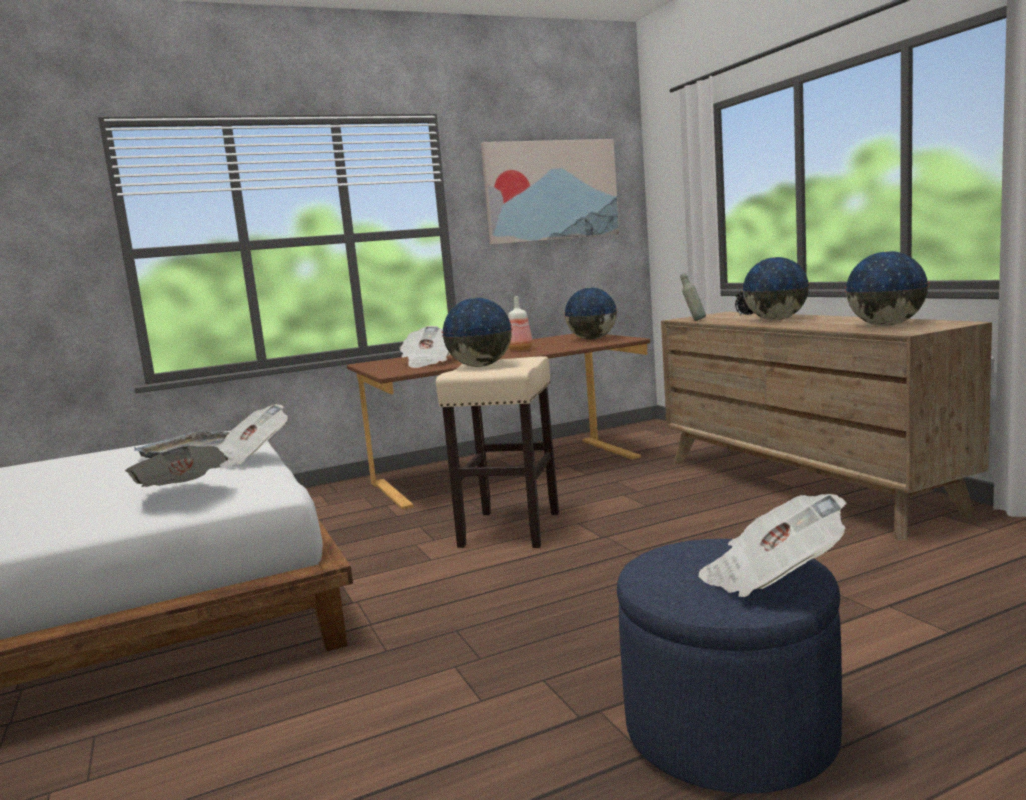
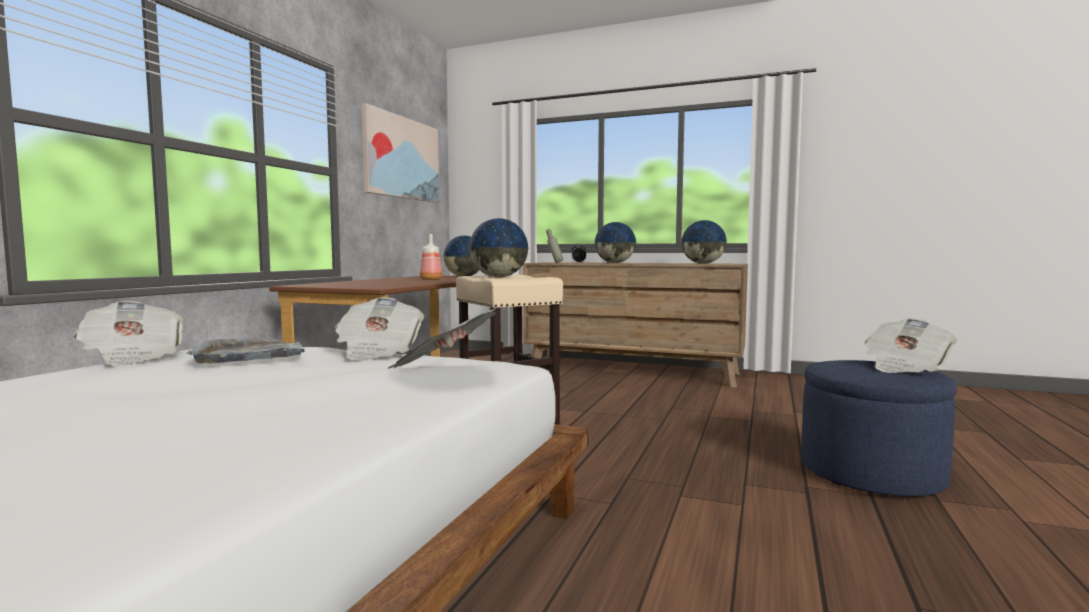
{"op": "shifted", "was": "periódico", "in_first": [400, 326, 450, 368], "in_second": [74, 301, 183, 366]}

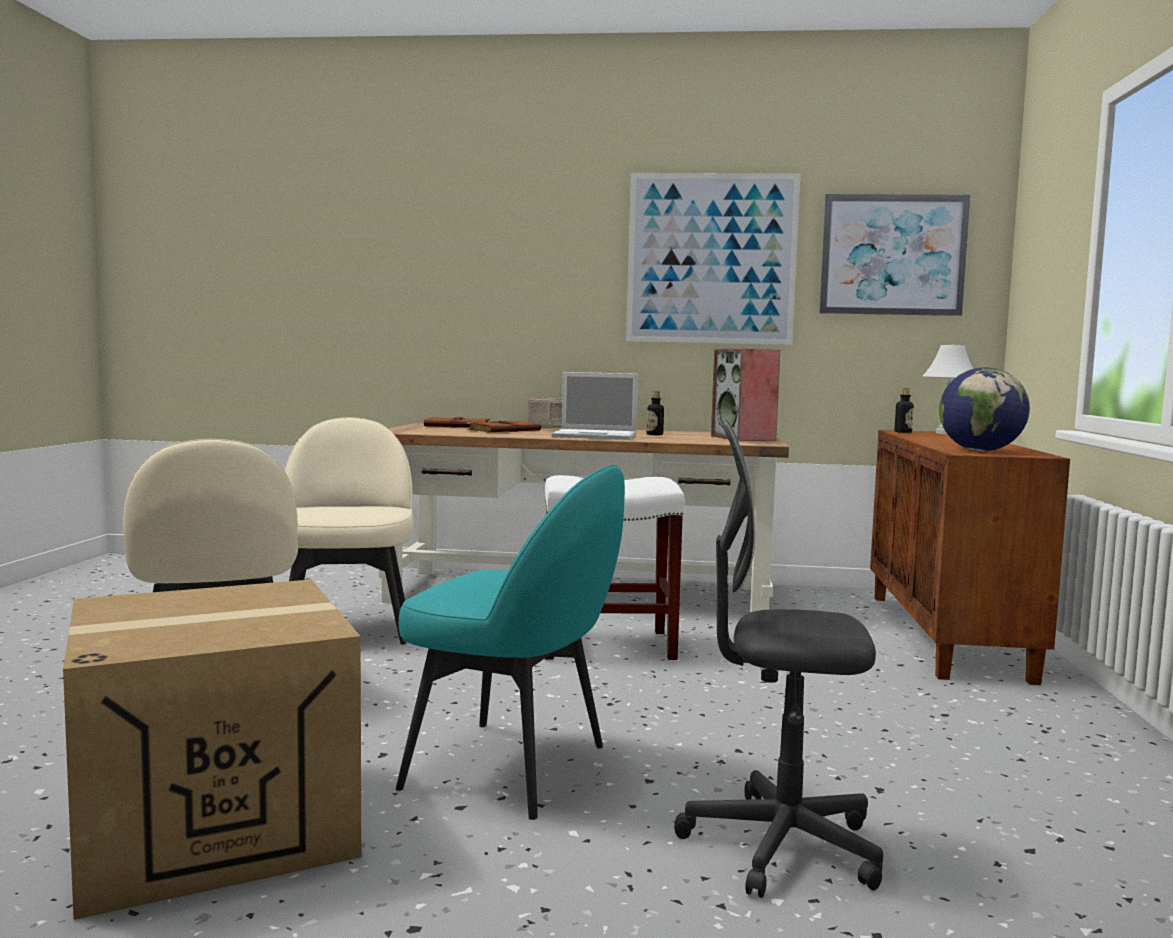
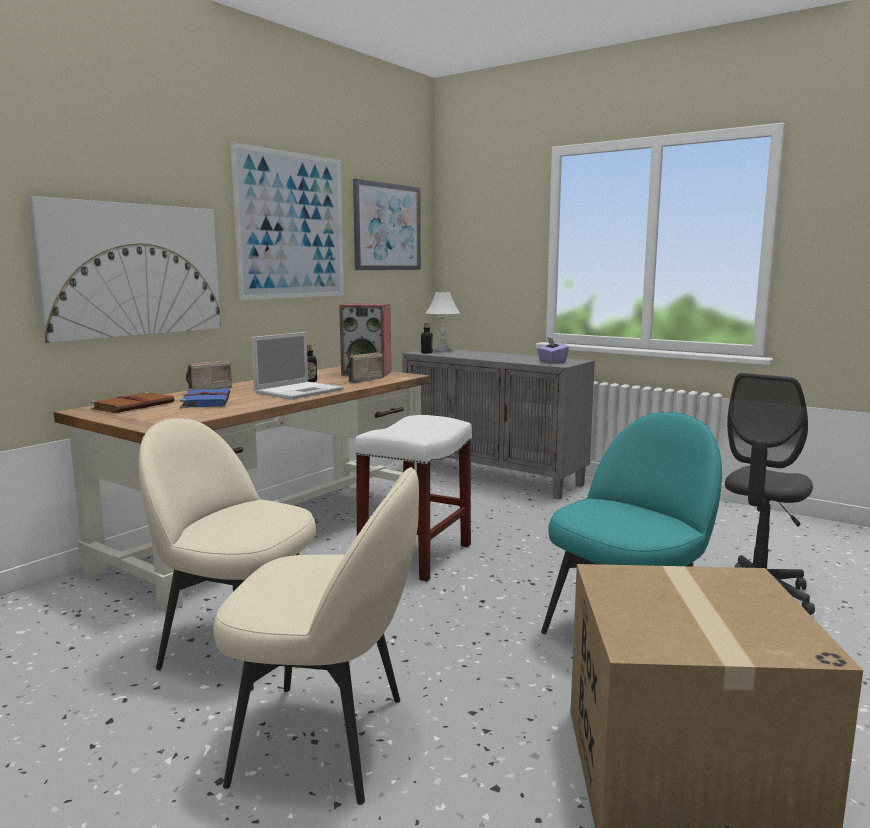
{"op": "repainted", "was": "libro/marrón", "now": "libro/azul", "in_first": [467, 421, 541, 432], "in_second": [180, 389, 230, 408]}
{"op": "repainted", "was": "armario/marrón", "now": "armario/gris", "in_first": [870, 430, 1070, 685], "in_second": [402, 348, 595, 499]}
{"op": "swapped", "was": "globo terráqueo", "now": "caja de pañuelos/morado", "in_first": [939, 367, 1030, 451], "in_second": [537, 337, 569, 364]}
{"op": "new", "now": "cuadro", "in_second": [28, 196, 221, 343]}
{"op": "new", "now": "radio", "in_second": [346, 353, 383, 383]}

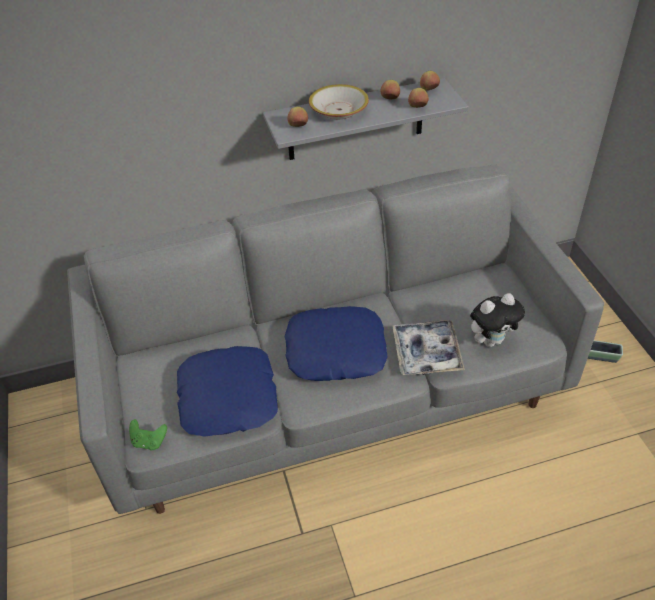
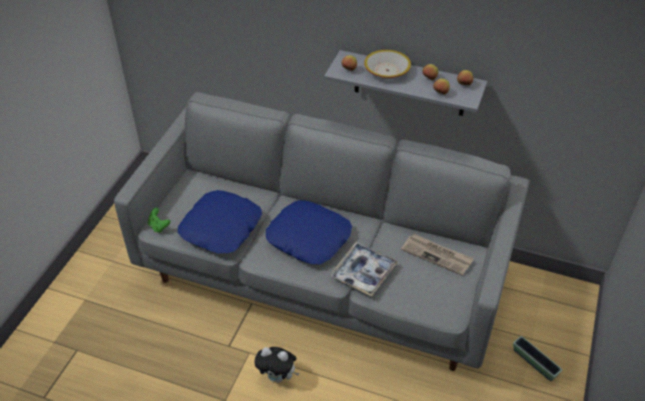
{"op": "shifted", "was": "peluche", "in_first": [470, 293, 525, 347], "in_second": [254, 347, 300, 383]}
{"op": "new", "now": "periódico", "in_second": [401, 234, 474, 276]}

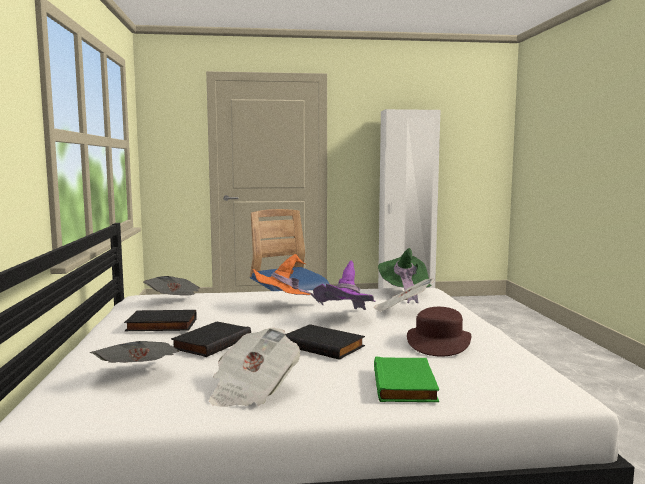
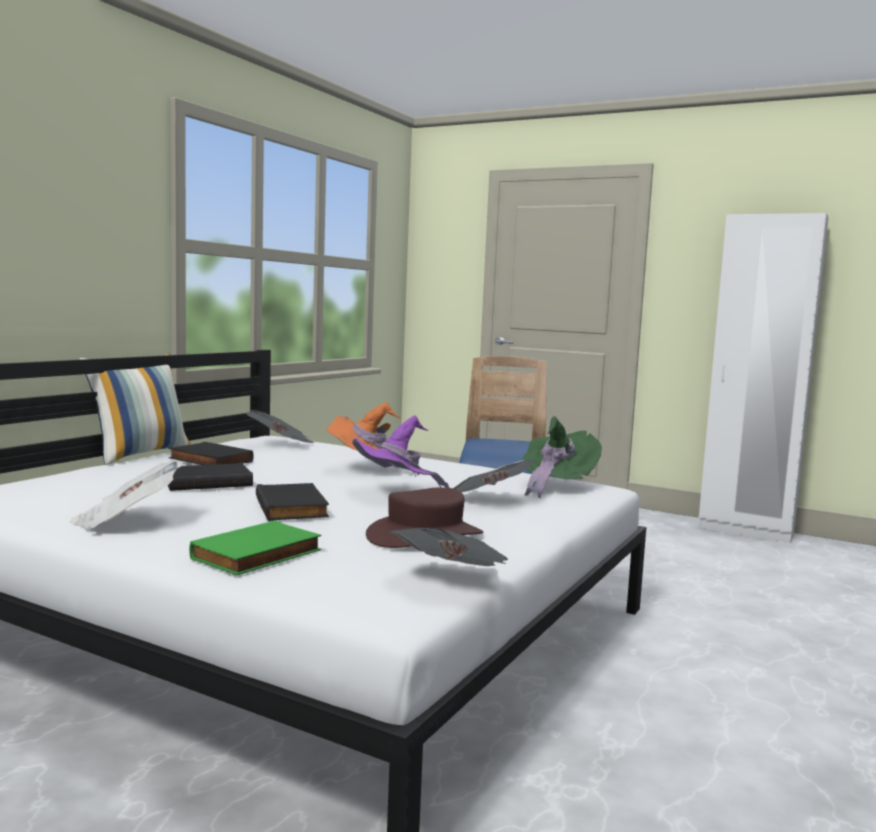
{"op": "shifted", "was": "periódico", "in_first": [90, 341, 179, 363], "in_second": [390, 528, 508, 566]}
{"op": "new", "now": "cojín", "in_second": [79, 354, 191, 465]}

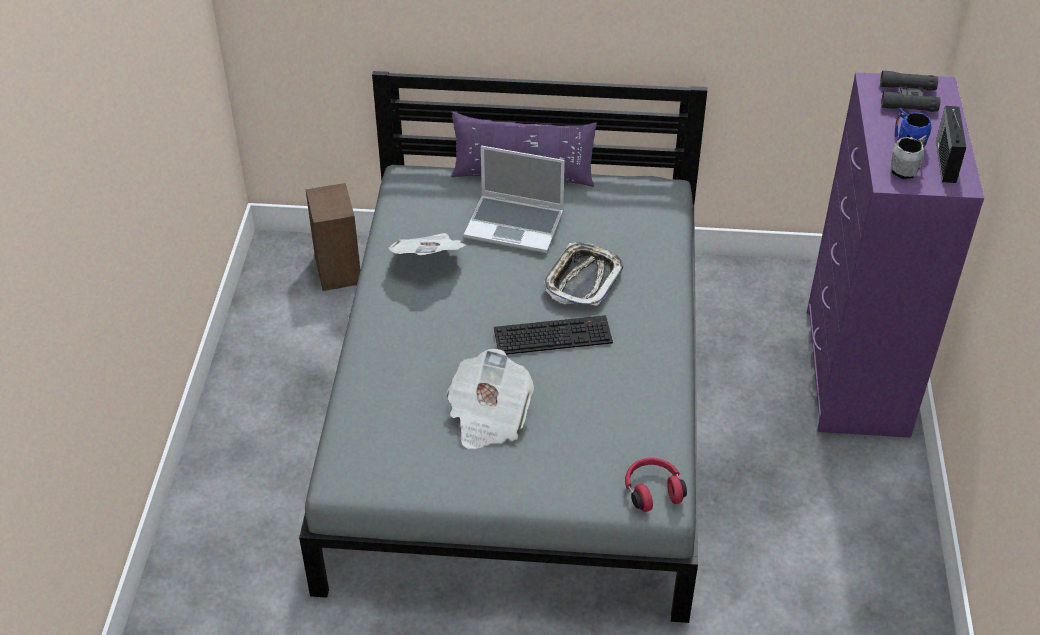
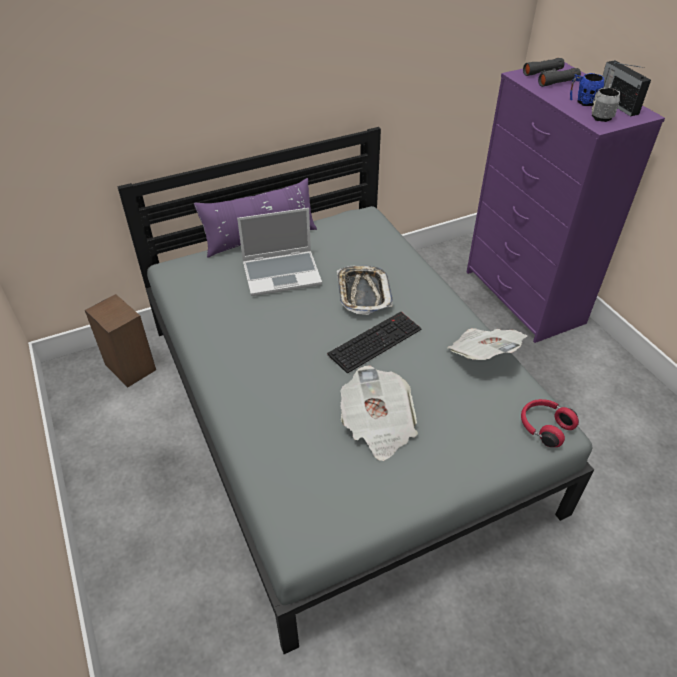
{"op": "shifted", "was": "periódico", "in_first": [389, 233, 467, 255], "in_second": [447, 328, 527, 360]}

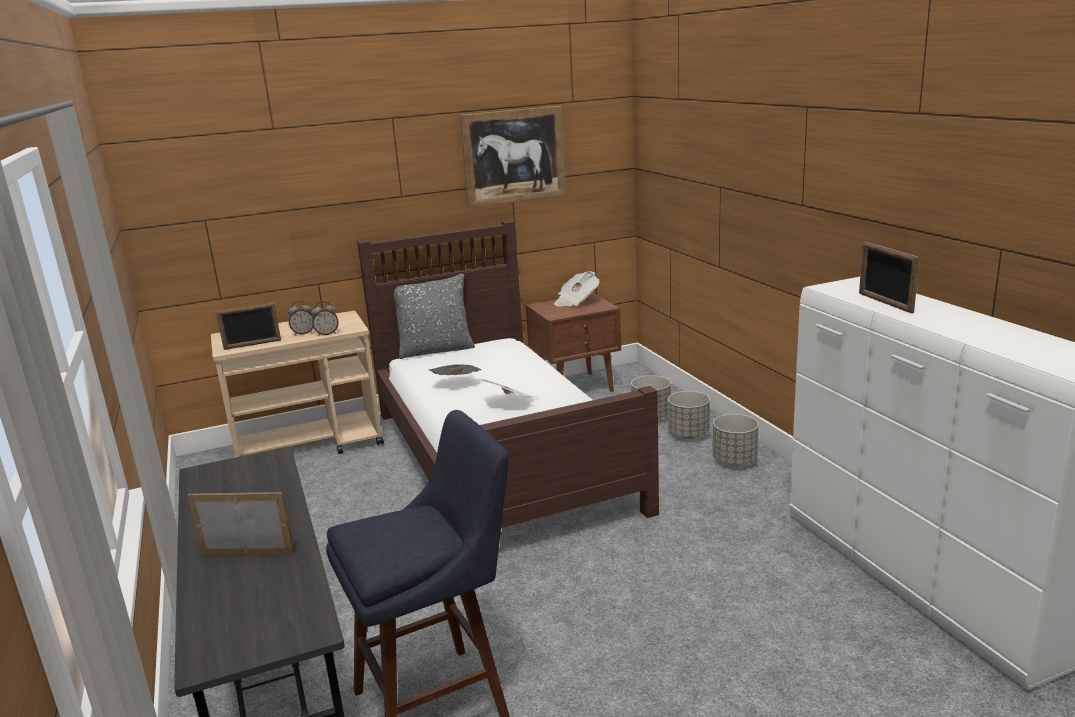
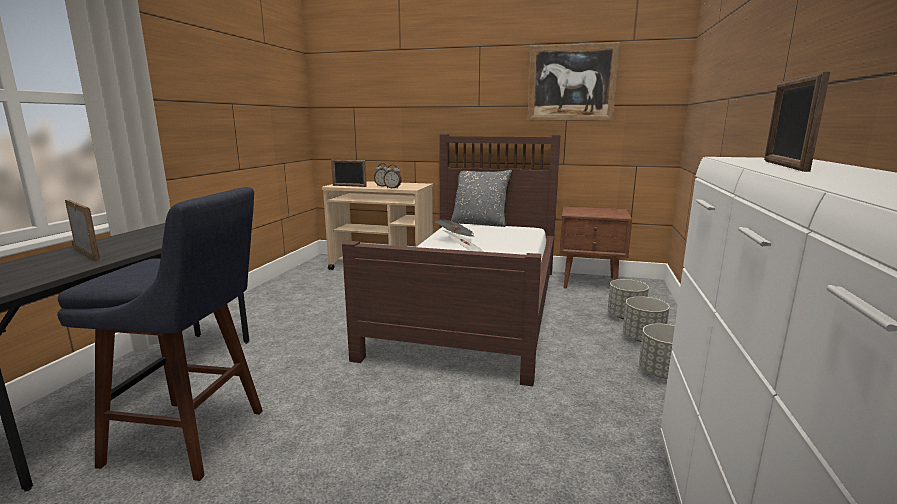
{"op": "gone", "was": "periódico", "in_first": [554, 271, 600, 306]}

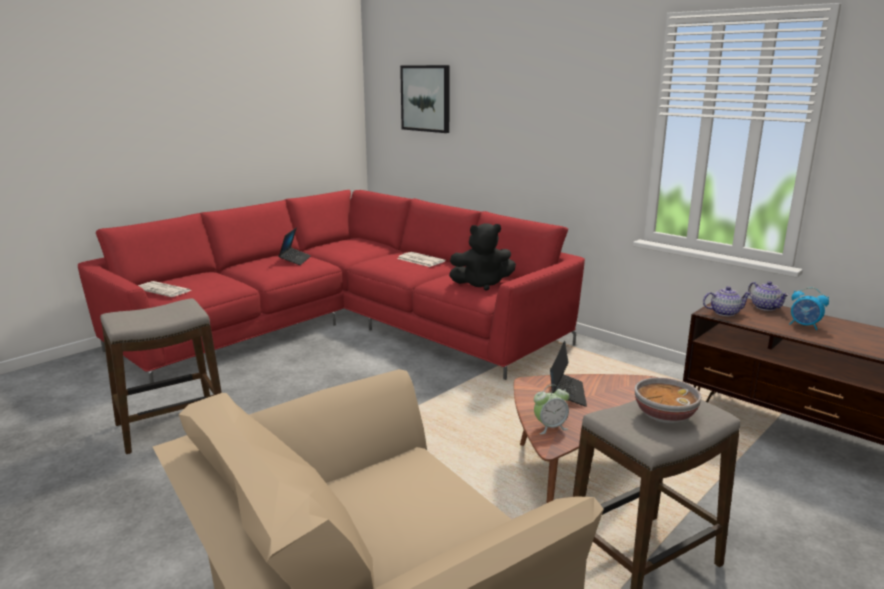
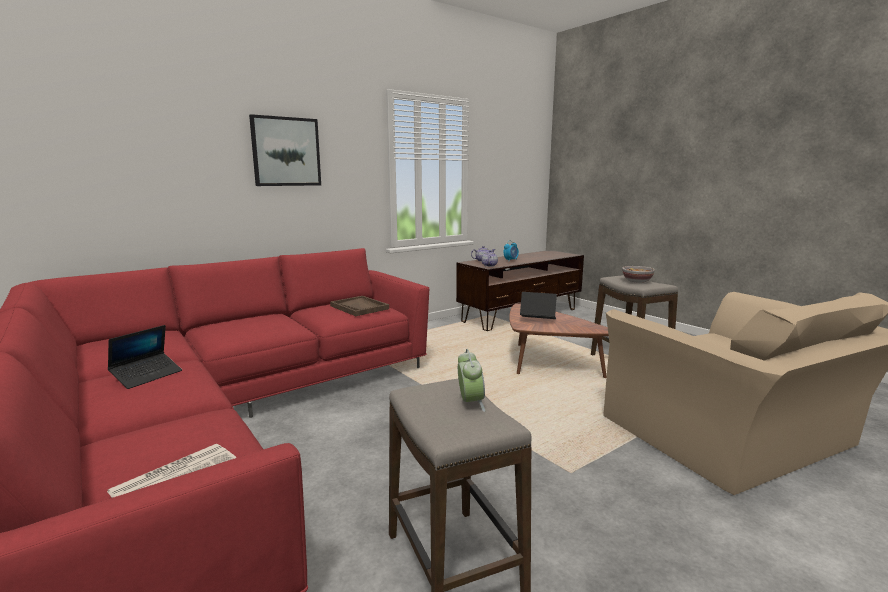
{"op": "rotated", "was": "portátil", "in_first": [279, 228, 311, 265], "in_second": [108, 325, 182, 389], "clockwise": 105}
{"op": "gone", "was": "periódico", "in_first": [397, 252, 445, 267]}
{"op": "shifted", "was": "cuadro", "in_first": [400, 65, 450, 133], "in_second": [249, 114, 321, 186]}
{"op": "swapped", "was": "peluche/negro", "now": "bandeja/marrón", "in_first": [449, 223, 516, 291], "in_second": [330, 296, 389, 316]}
{"op": "shifted", "was": "despertador", "in_first": [534, 385, 569, 434], "in_second": [458, 349, 486, 412]}

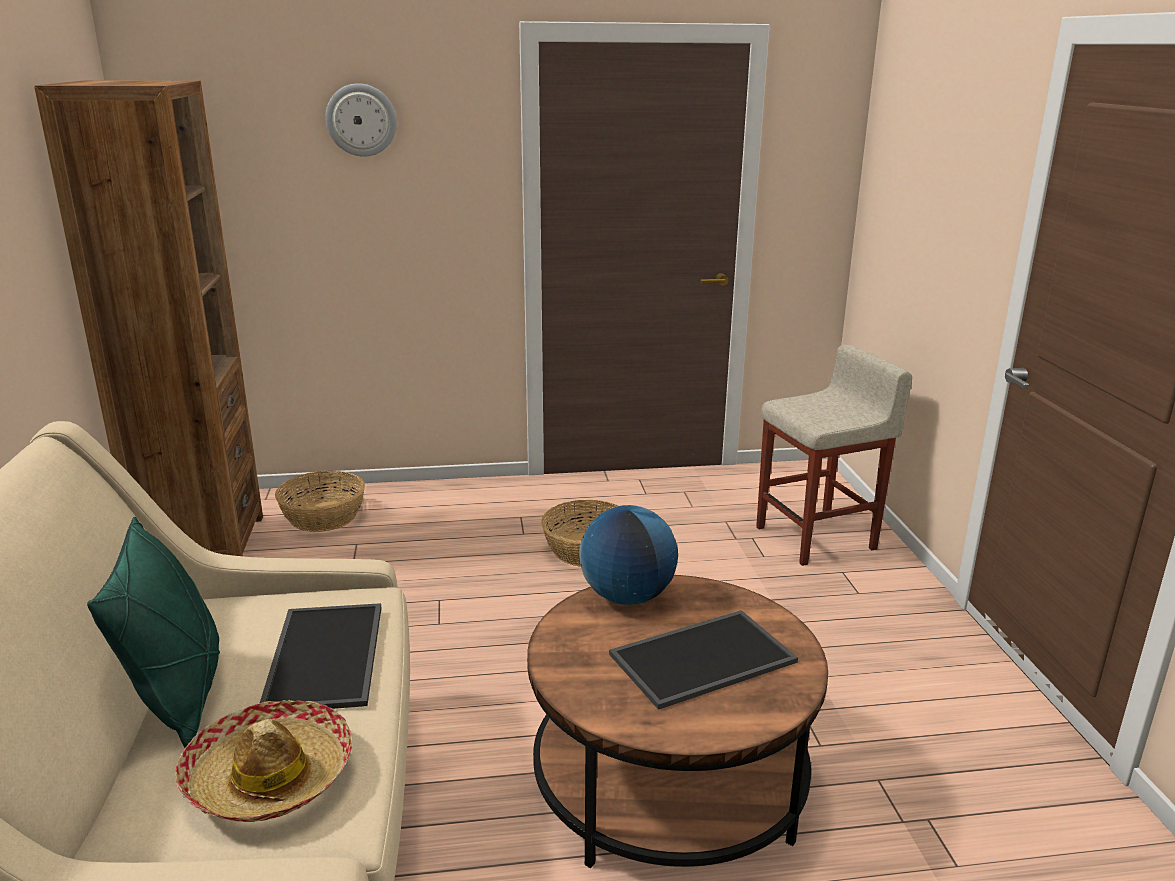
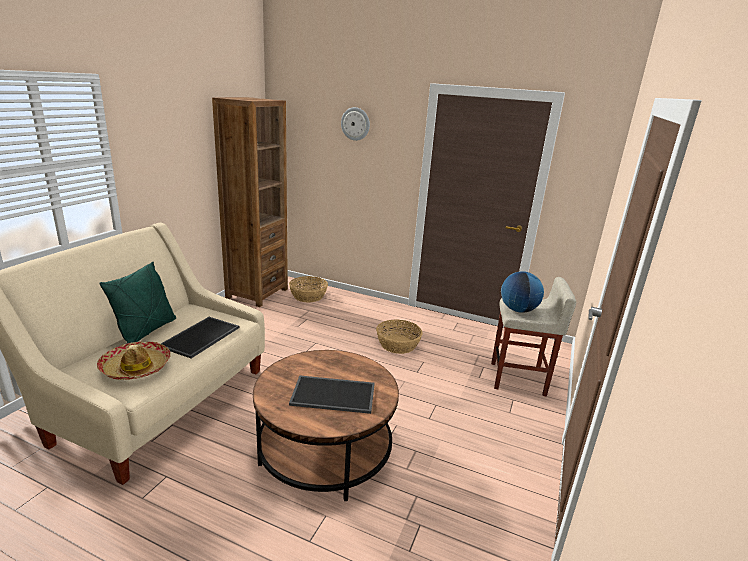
{"op": "shifted", "was": "globo terráqueo", "in_first": [579, 505, 678, 605], "in_second": [501, 272, 544, 313]}

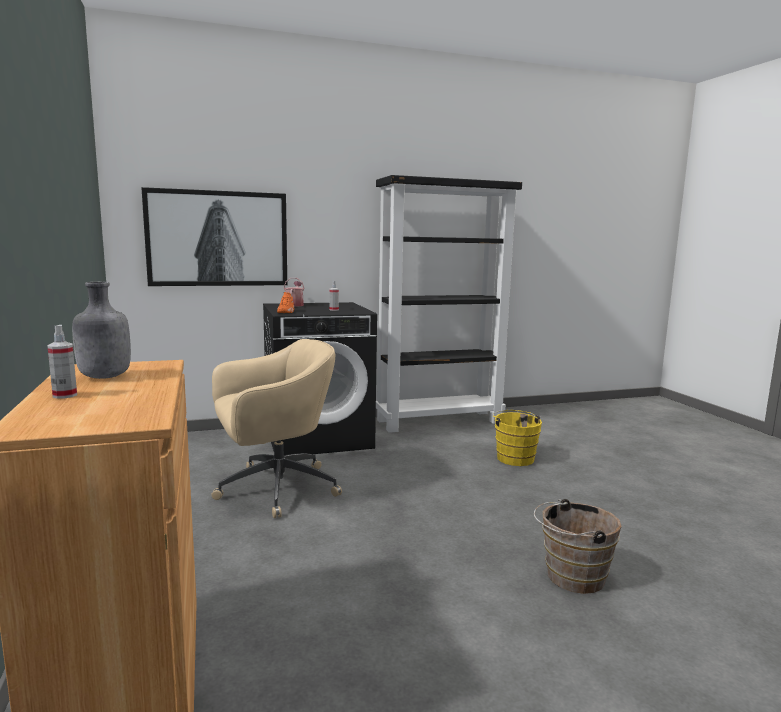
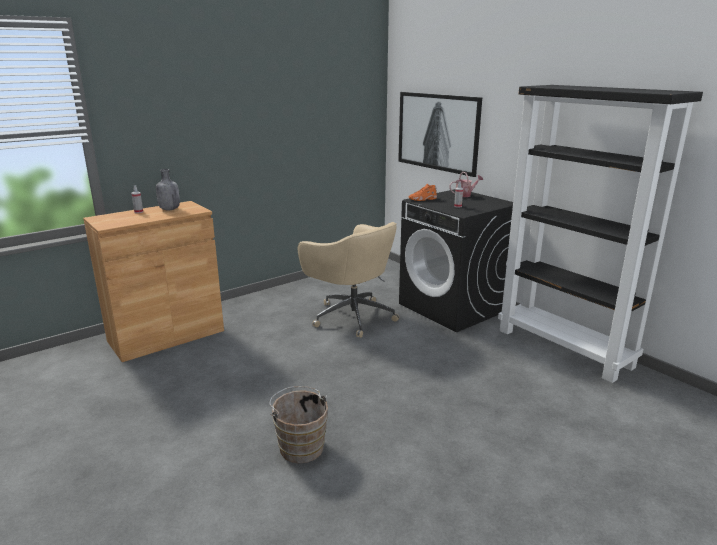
{"op": "gone", "was": "cubo/amarillo", "in_first": [493, 410, 542, 466]}

